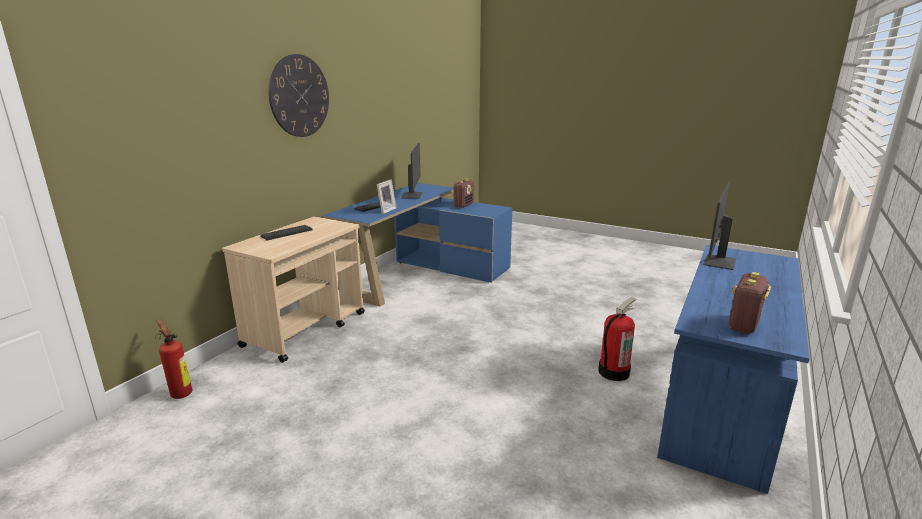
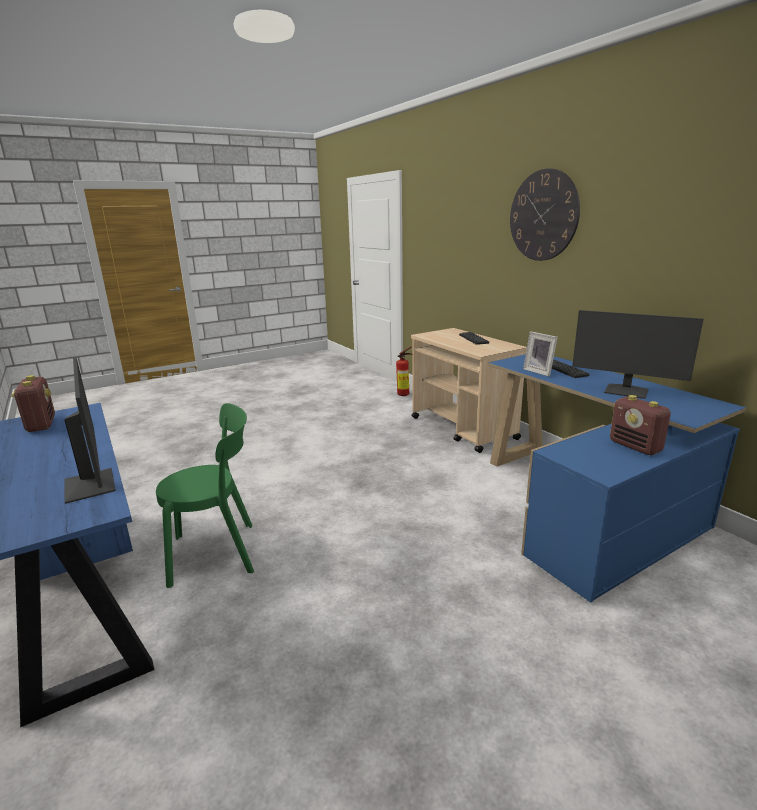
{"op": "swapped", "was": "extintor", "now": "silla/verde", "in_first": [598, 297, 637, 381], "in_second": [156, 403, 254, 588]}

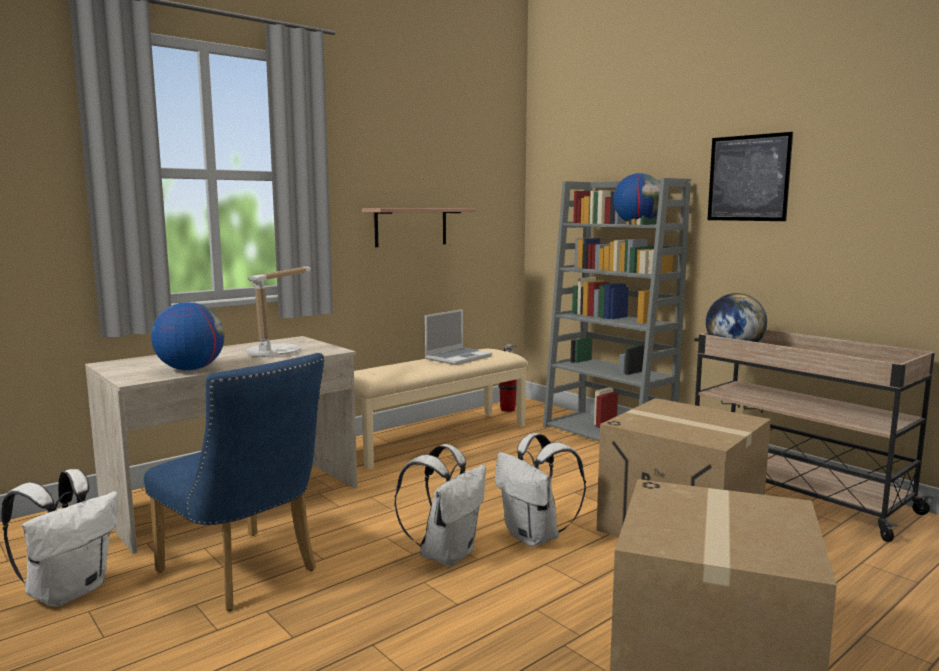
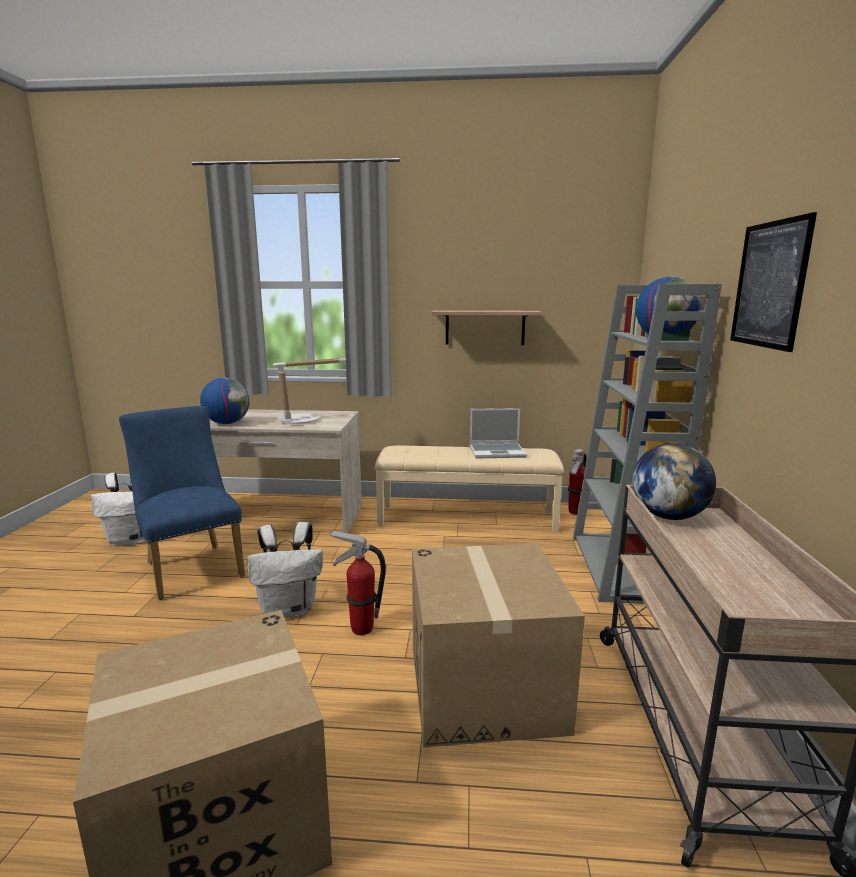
{"op": "rotated", "was": "silla/azul", "in_first": [144, 353, 325, 611], "in_second": [119, 406, 245, 600], "clockwise": 150}
{"op": "swapped", "was": "mochila/blanco", "now": "extintor", "in_first": [495, 433, 586, 547], "in_second": [329, 530, 386, 635]}

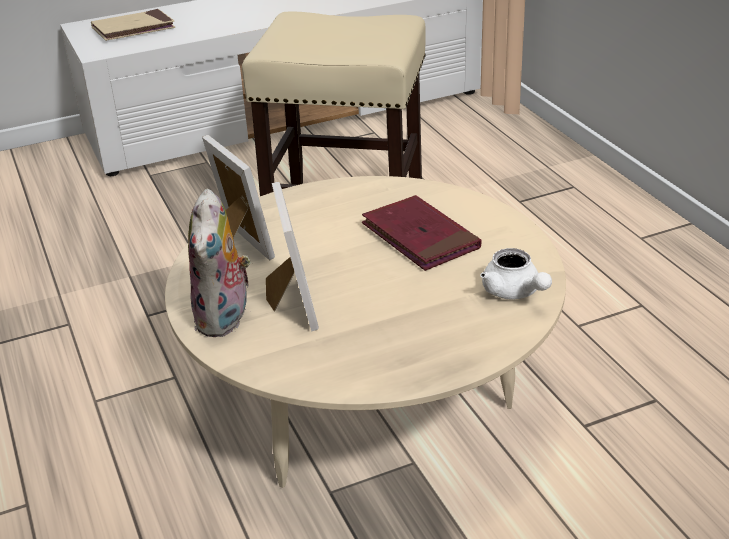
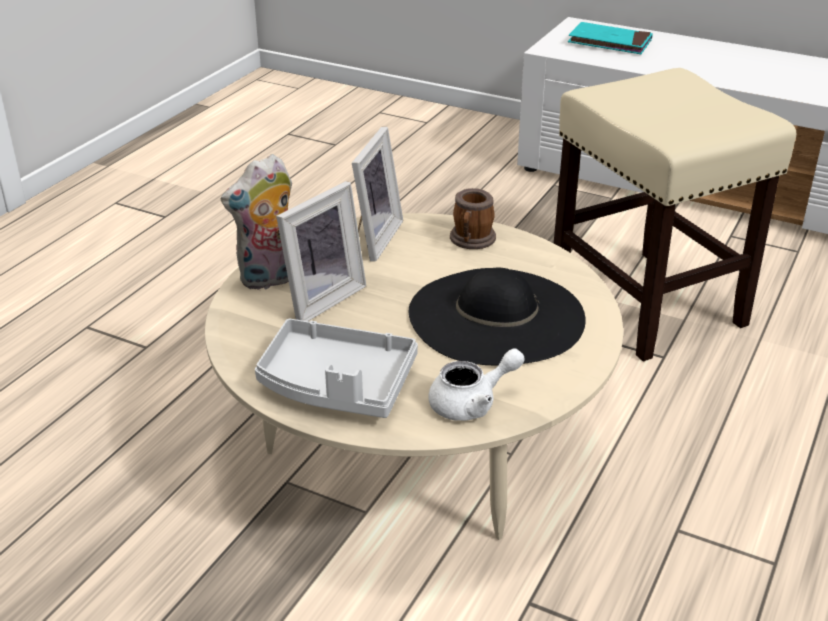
{"op": "repainted", "was": "libro/beis", "now": "libro/turquesa", "in_first": [91, 9, 175, 41], "in_second": [568, 22, 653, 54]}
{"op": "swapped", "was": "libro/rojo", "now": "sombrero/negro", "in_first": [362, 195, 482, 271], "in_second": [409, 267, 586, 365]}
{"op": "rotated", "was": "tetera/blanco", "in_first": [480, 248, 552, 300], "in_second": [428, 349, 524, 421], "clockwise": -135}
{"op": "new", "now": "bandeja/gris", "in_second": [255, 319, 418, 418]}
{"op": "new", "now": "taza grande", "in_second": [450, 188, 496, 249]}

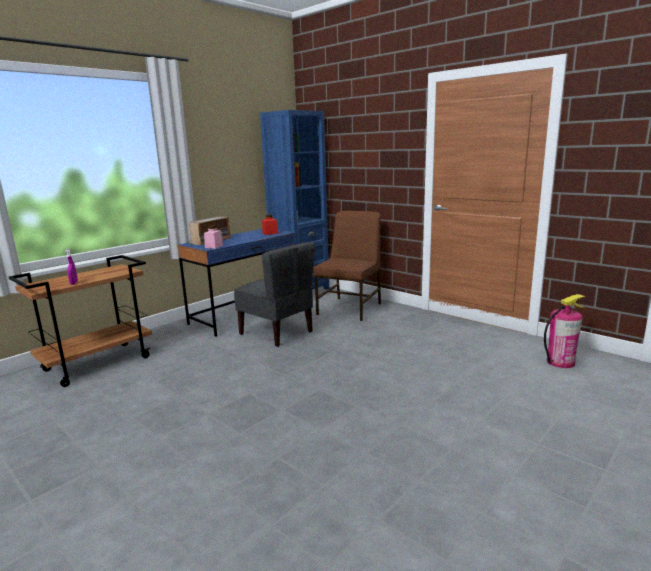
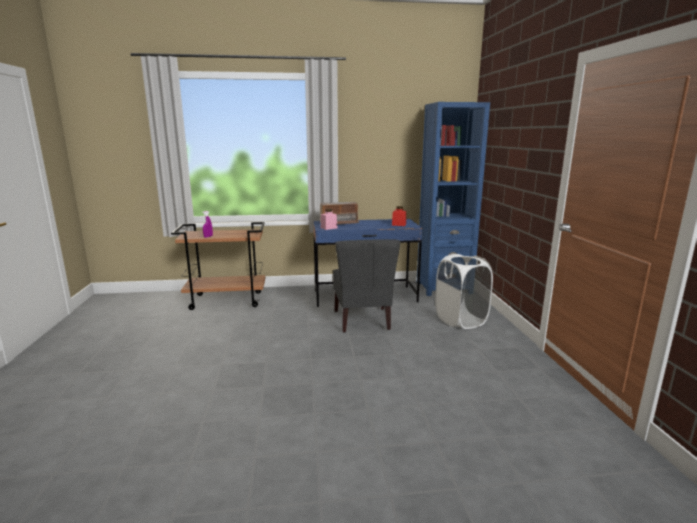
{"op": "swapped", "was": "silla/marrón", "now": "cesto de la ropa/blanco", "in_first": [313, 211, 381, 321], "in_second": [435, 254, 493, 329]}
{"op": "gone", "was": "extintor", "in_first": [544, 294, 585, 368]}

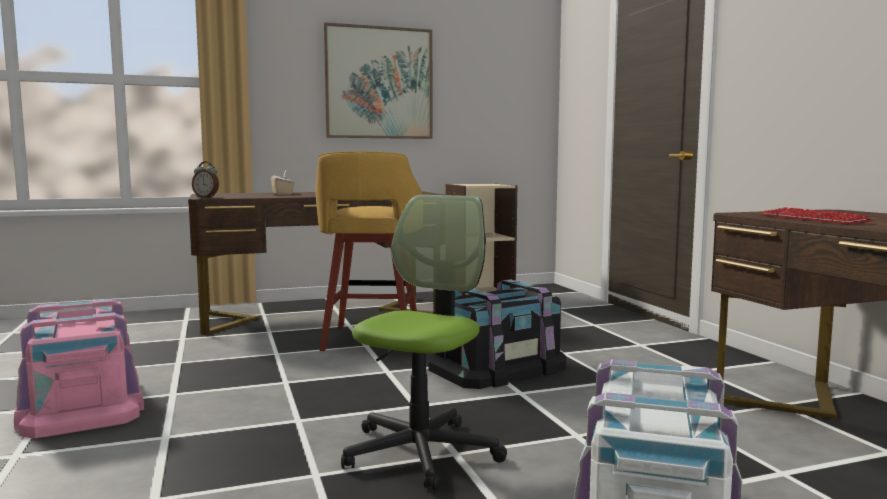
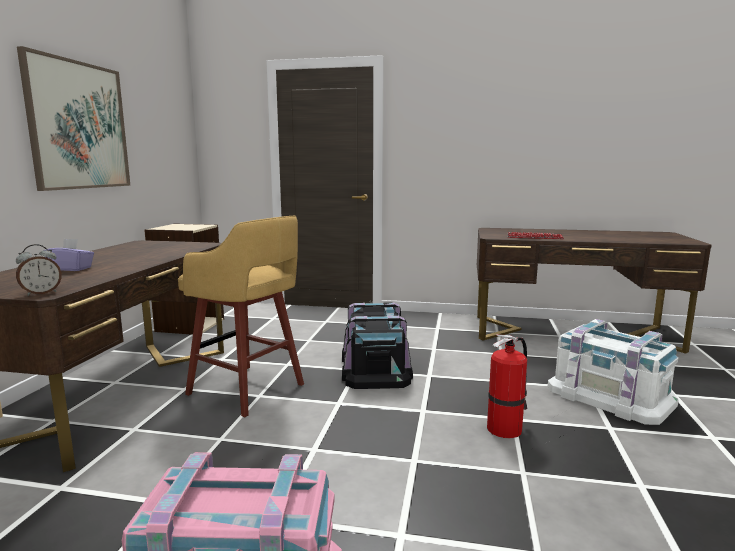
{"op": "repainted", "was": "caja de pañuelos/beis", "now": "caja de pañuelos/morado", "in_first": [271, 170, 295, 195], "in_second": [46, 239, 94, 271]}
{"op": "swapped", "was": "silla de oficina", "now": "extintor", "in_first": [341, 195, 507, 491], "in_second": [487, 334, 527, 438]}

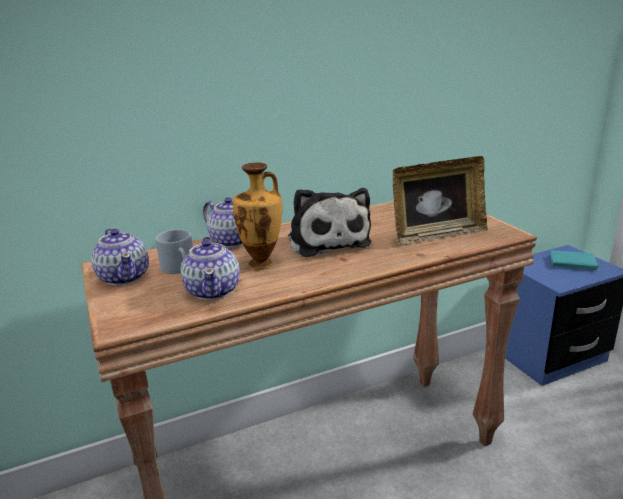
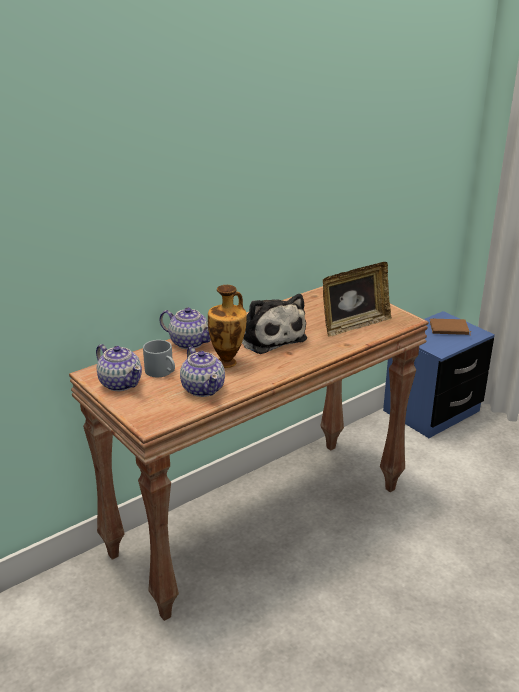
{"op": "repainted", "was": "libro/turquesa", "now": "libro/marrón", "in_first": [550, 250, 600, 271], "in_second": [430, 319, 471, 336]}

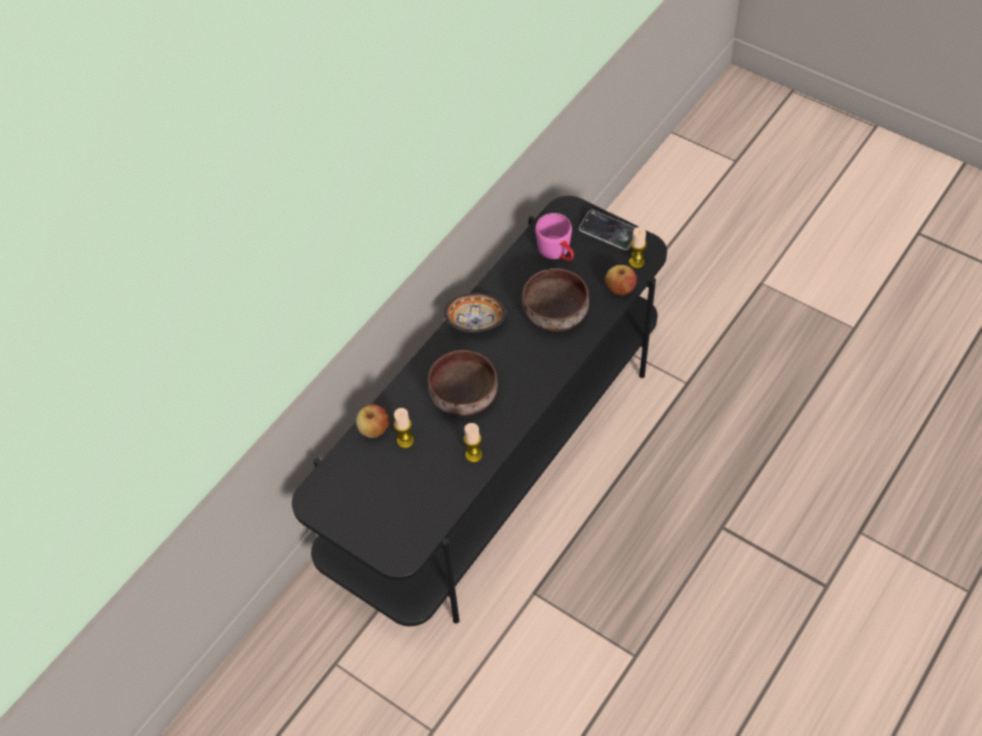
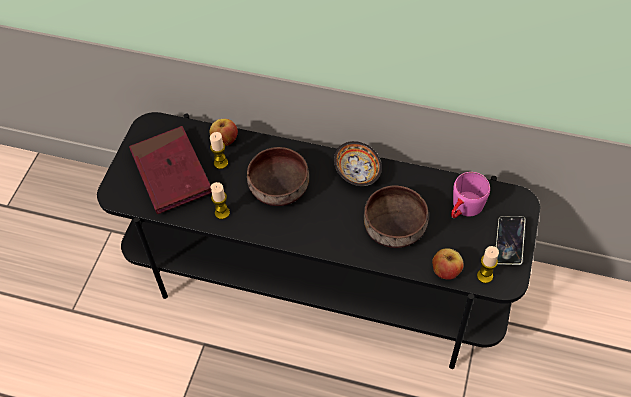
{"op": "new", "now": "libro/rojo", "in_second": [129, 126, 212, 214]}

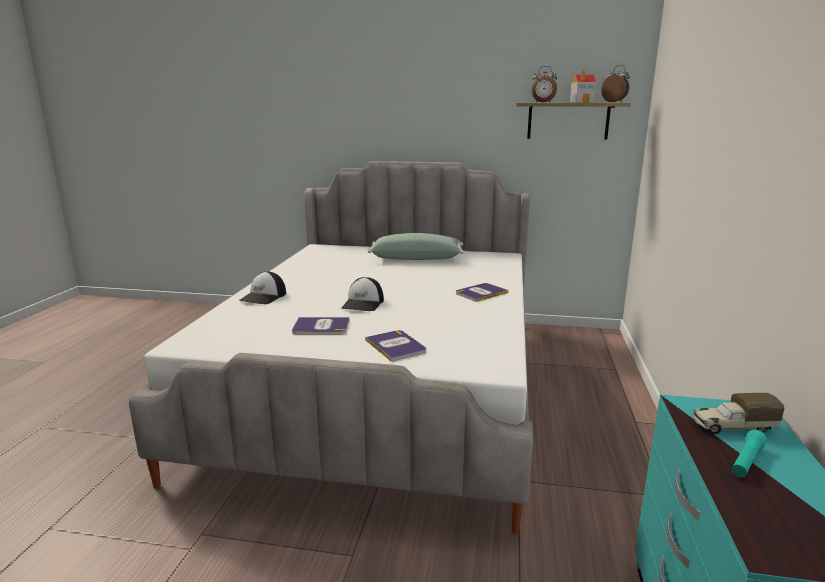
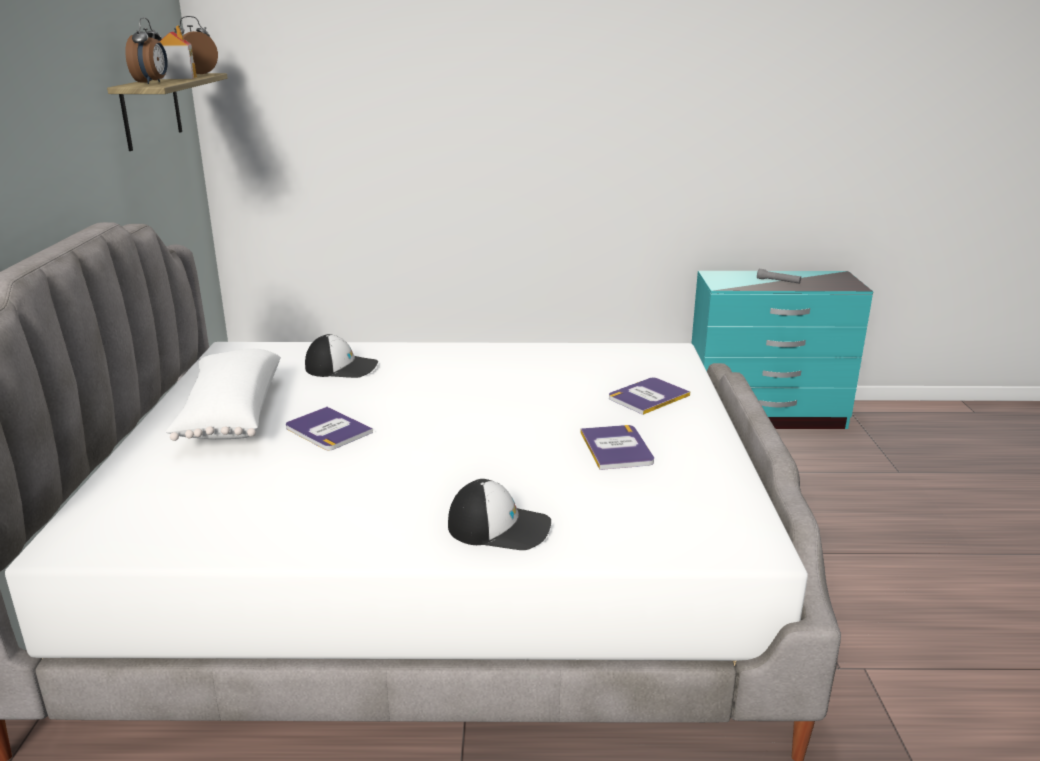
{"op": "shifted", "was": "gorra", "in_first": [341, 277, 384, 311], "in_second": [305, 334, 378, 378]}
{"op": "repainted", "was": "cojín/verde", "now": "cojín/blanco", "in_first": [368, 233, 464, 260], "in_second": [165, 349, 281, 441]}
{"op": "shifted", "was": "libro", "in_first": [456, 283, 509, 302], "in_second": [286, 407, 373, 450]}
{"op": "gone", "was": "camión de juguete", "in_first": [692, 393, 784, 434]}
{"op": "repainted", "was": "linterna/turquesa", "now": "linterna/gris", "in_first": [731, 430, 767, 478], "in_second": [757, 268, 801, 284]}

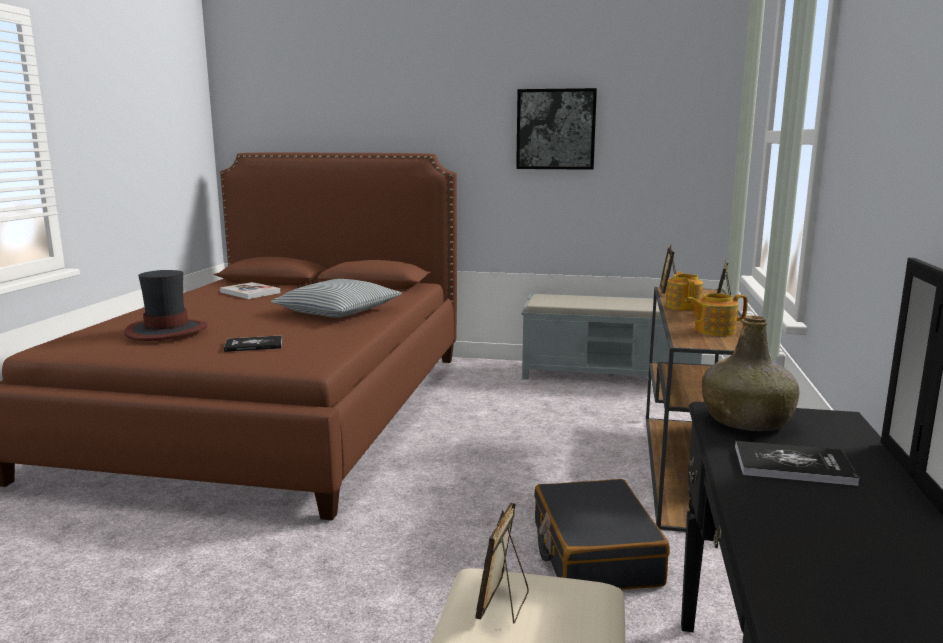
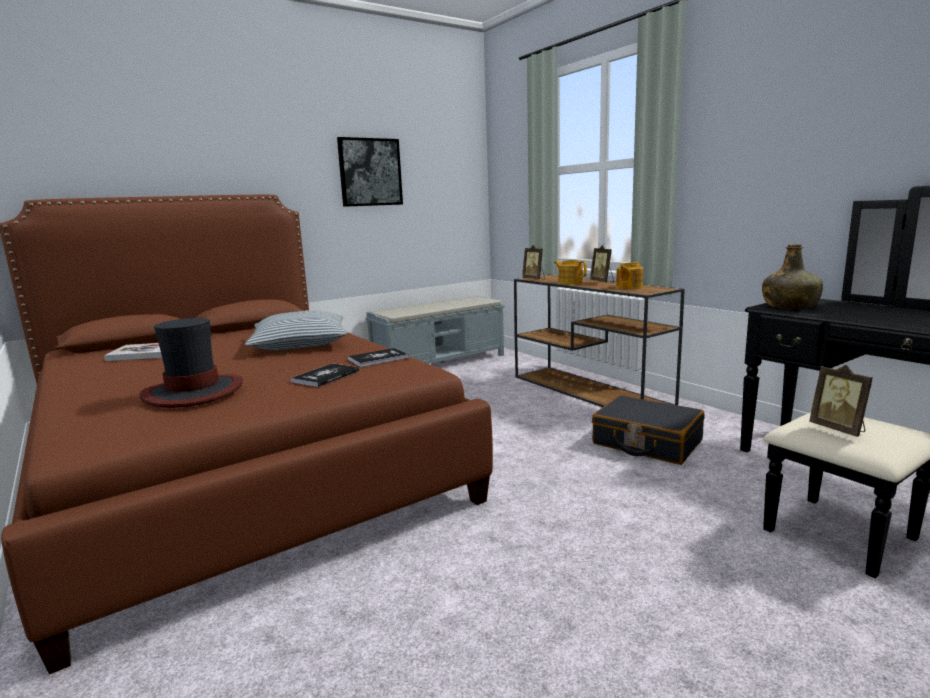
{"op": "shifted", "was": "libro", "in_first": [735, 441, 860, 486], "in_second": [348, 348, 409, 367]}

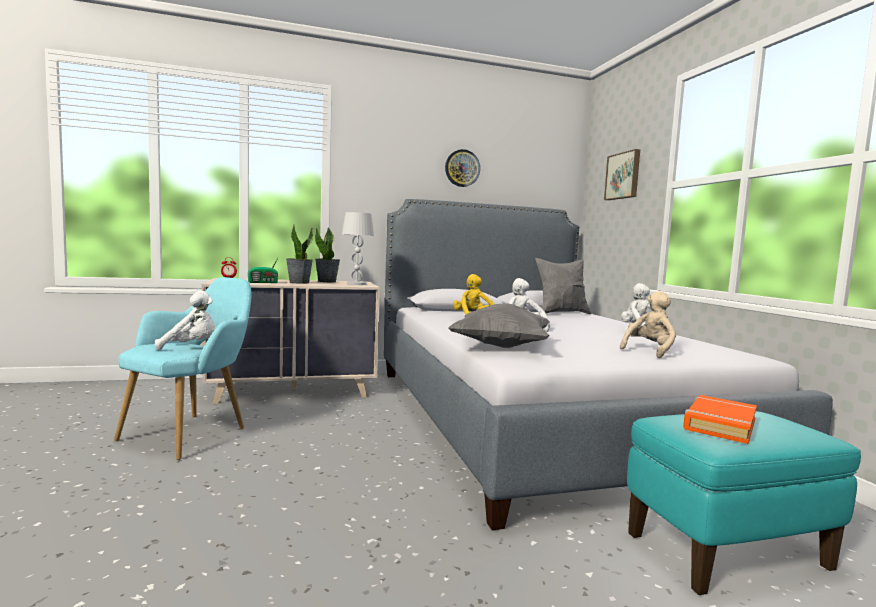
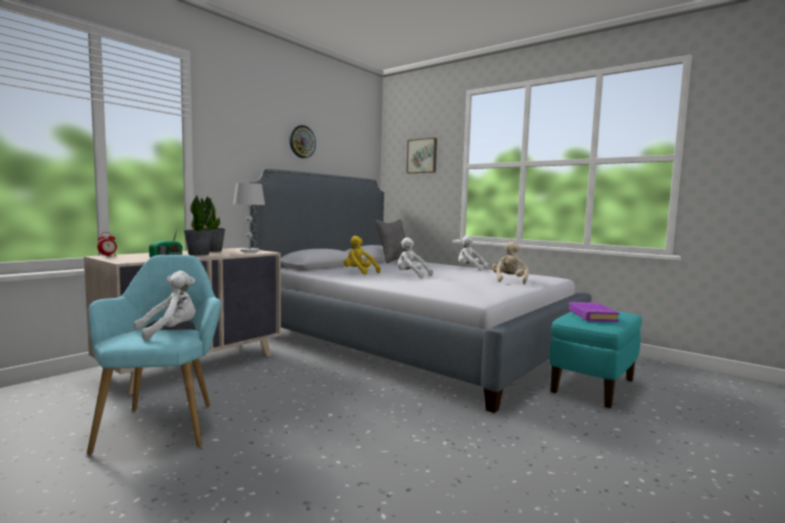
{"op": "gone", "was": "cojín/gris", "in_first": [449, 303, 550, 348]}
{"op": "repainted", "was": "libro/naranja", "now": "libro/morado", "in_first": [683, 395, 757, 444], "in_second": [569, 302, 619, 322]}

